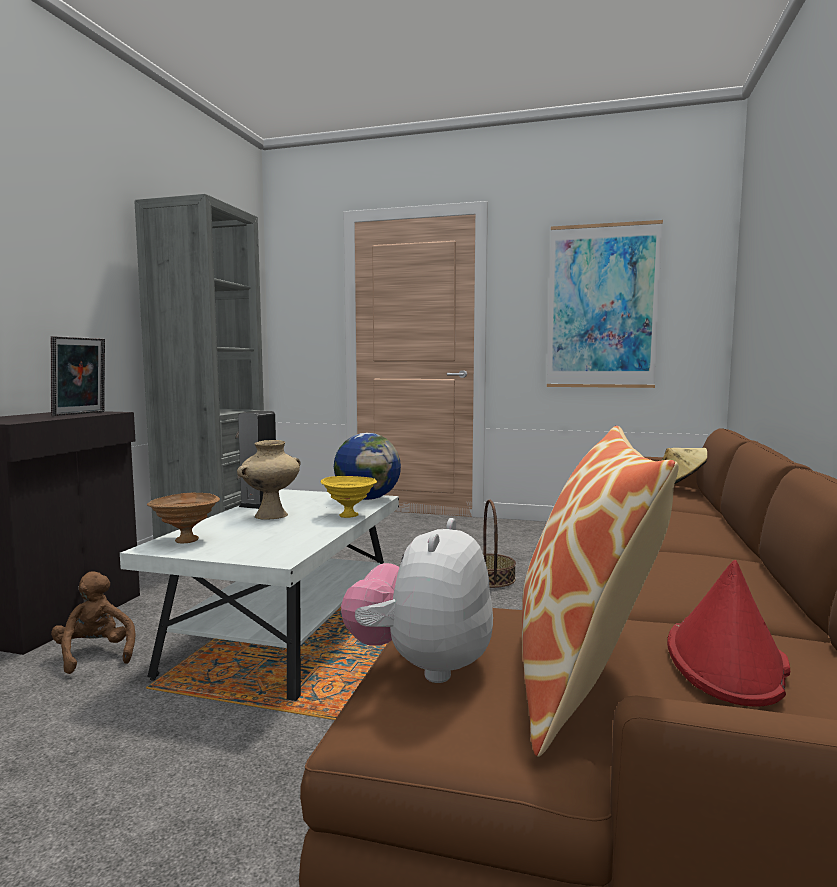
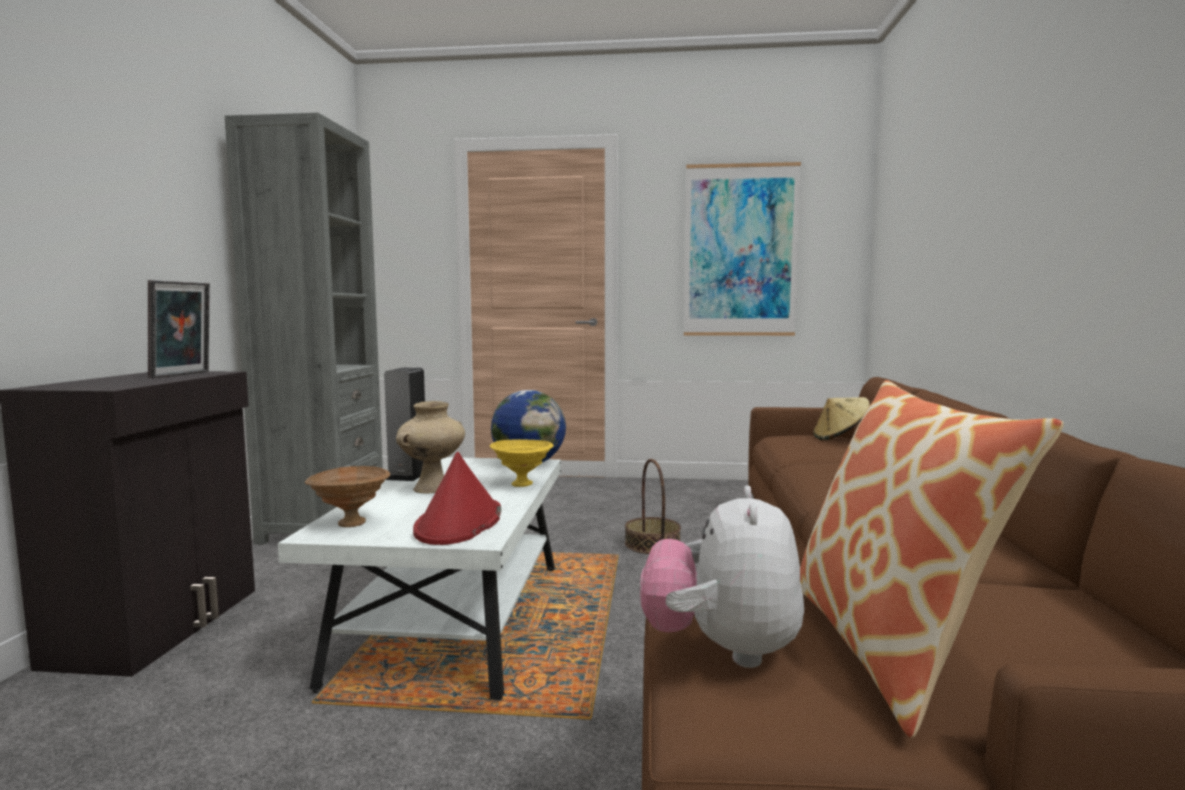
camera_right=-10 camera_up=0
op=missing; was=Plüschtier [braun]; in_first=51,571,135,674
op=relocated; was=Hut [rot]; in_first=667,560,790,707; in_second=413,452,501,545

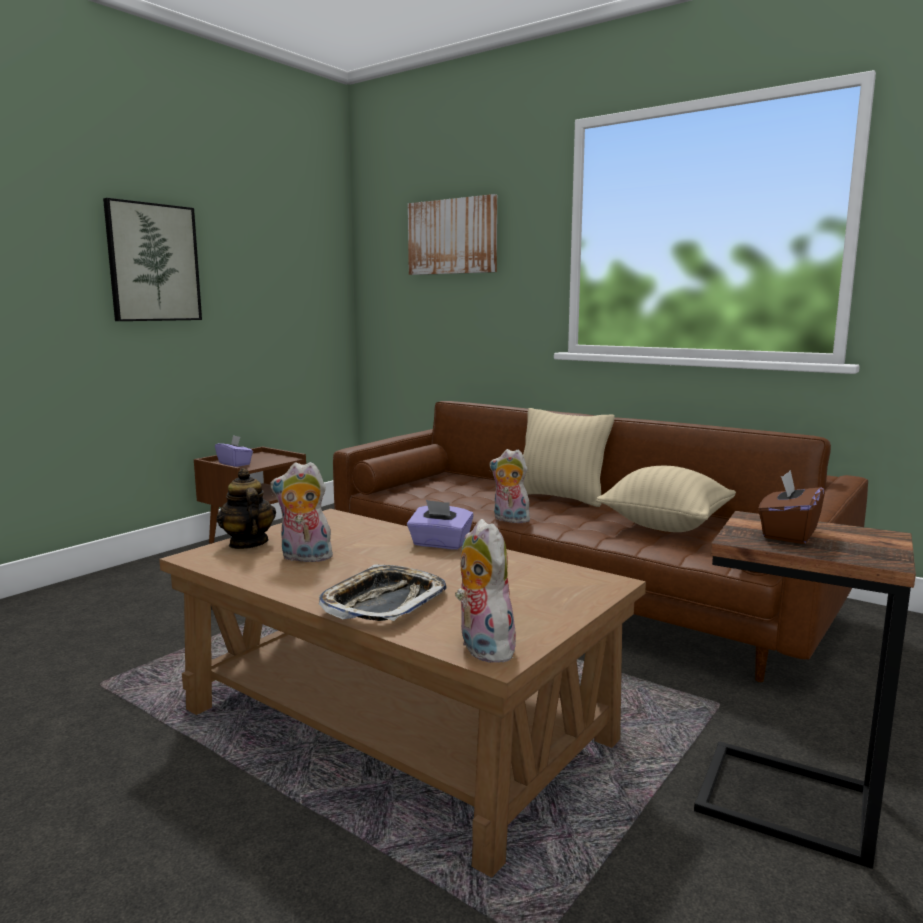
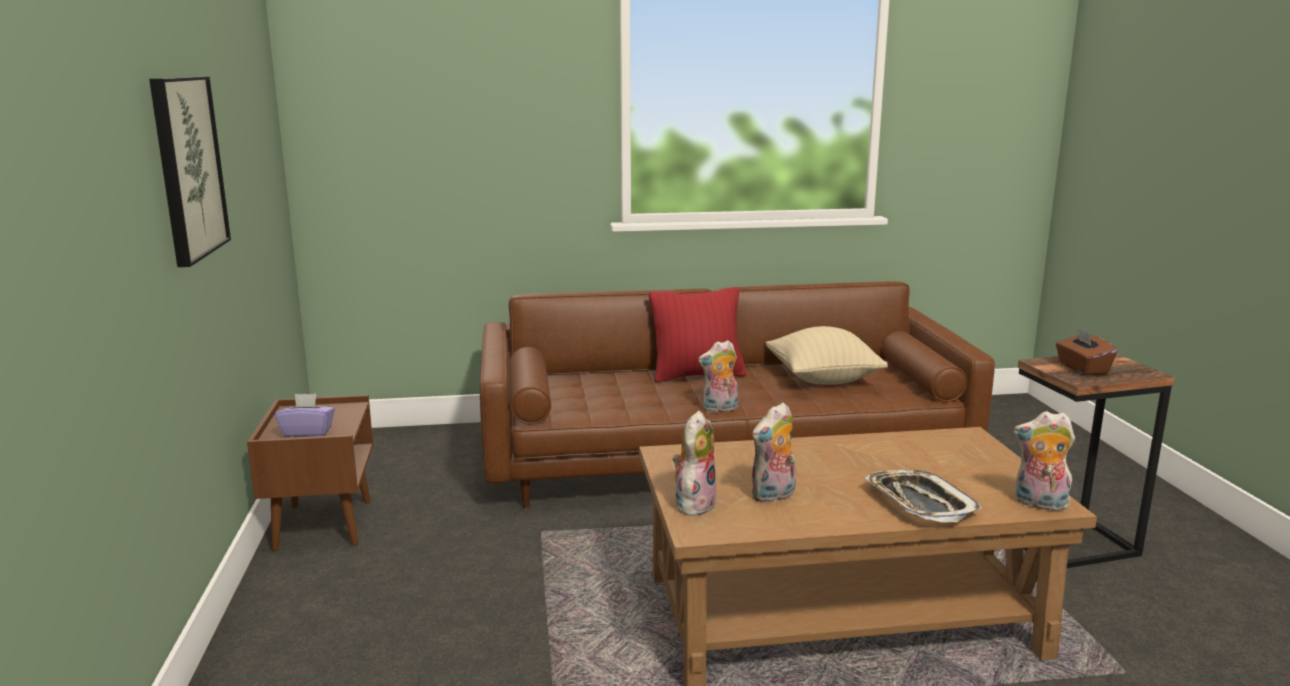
camera_right=-45 camera_up=5
op=missing; was=Taschentuchbox [lila]; in_first=407,500,474,550
op=missing; was=Bild; in_first=408,194,497,275
op=exchanged; was=Teekanne; now=Plüschtier; in_first=216,468,276,549; in_second=673,411,717,516
op=colour; was=Kissen [beige]; now=Kissen [rot]; in_first=523,408,615,507; in_second=649,287,746,382

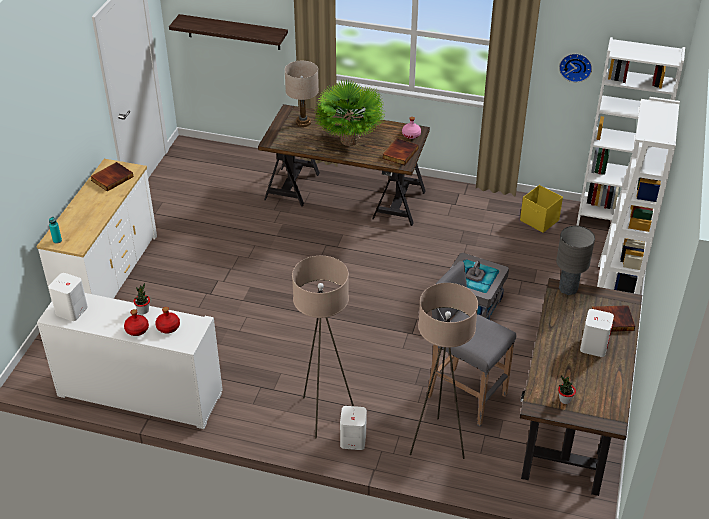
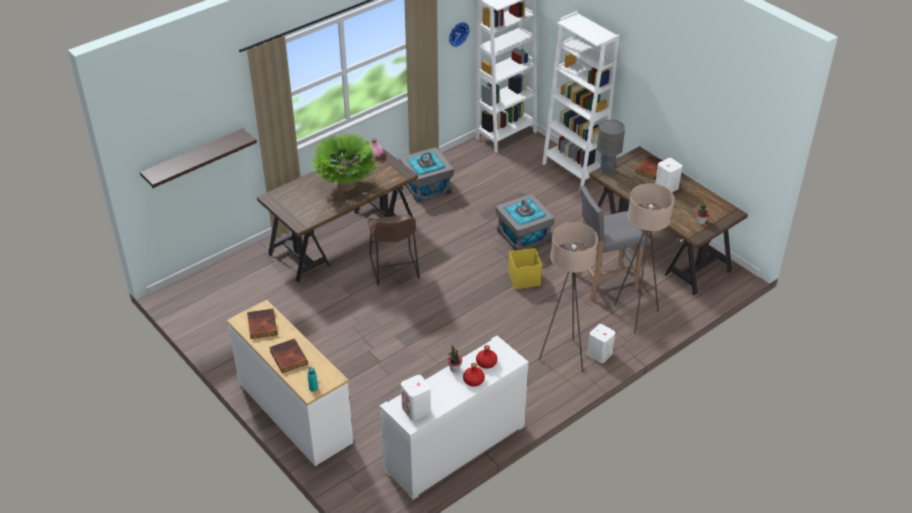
camera_right=-55 camera_up=0
op=missing; was=Tischlampe [beige]; in_first=285,61,319,127
op=appeared; now=Hocker [braun]; in_second=368,214,420,286
op=appeared; now=Aufbewahrungsbox [grau]; in_second=399,147,453,203
op=relocated; was=Buch; in_first=382,138,419,165; in_second=269,338,308,373
op=relocated; was=Aufbewahrungsbox [gelb]; in_first=520,185,563,233; in_second=508,248,542,289

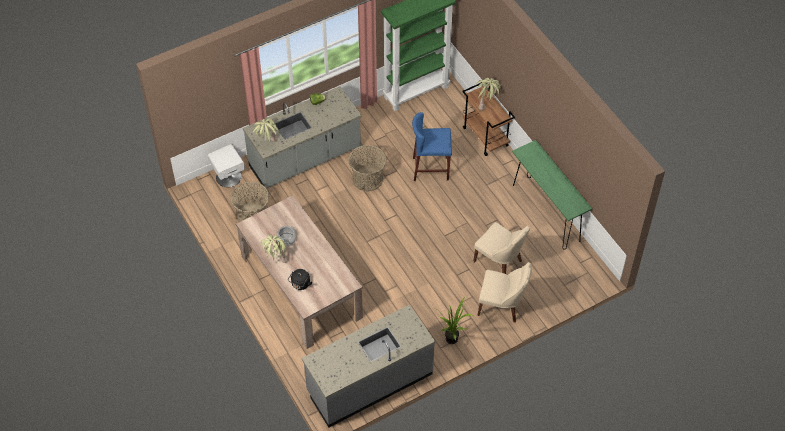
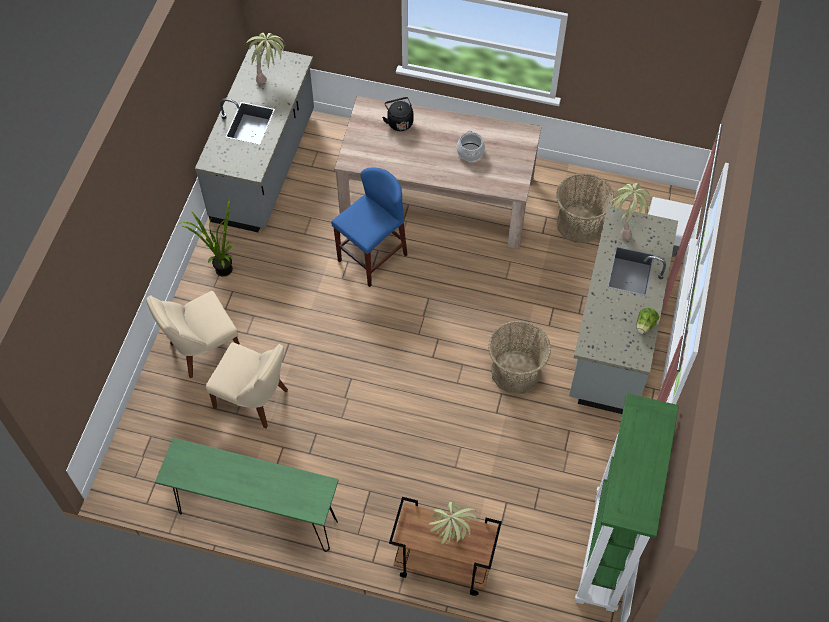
camera_right=135 camera_up=5
op=relocated; was=Topfpflanze; in_first=261,235,289,263; in_second=246,33,285,85
op=relocated; was=Hocker [blau]; in_first=412,112,452,181; in_second=331,168,408,287
op=spun; was=Stuhl [beige]; in_first=473,222,530,274; in_second=206,342,288,429; clockwise=-150

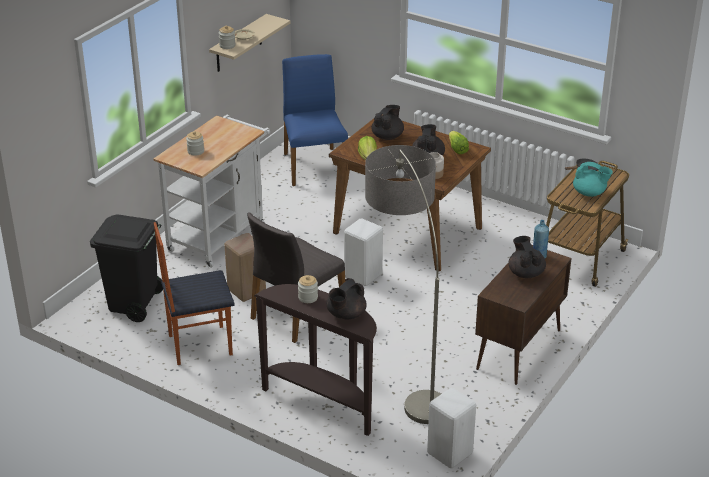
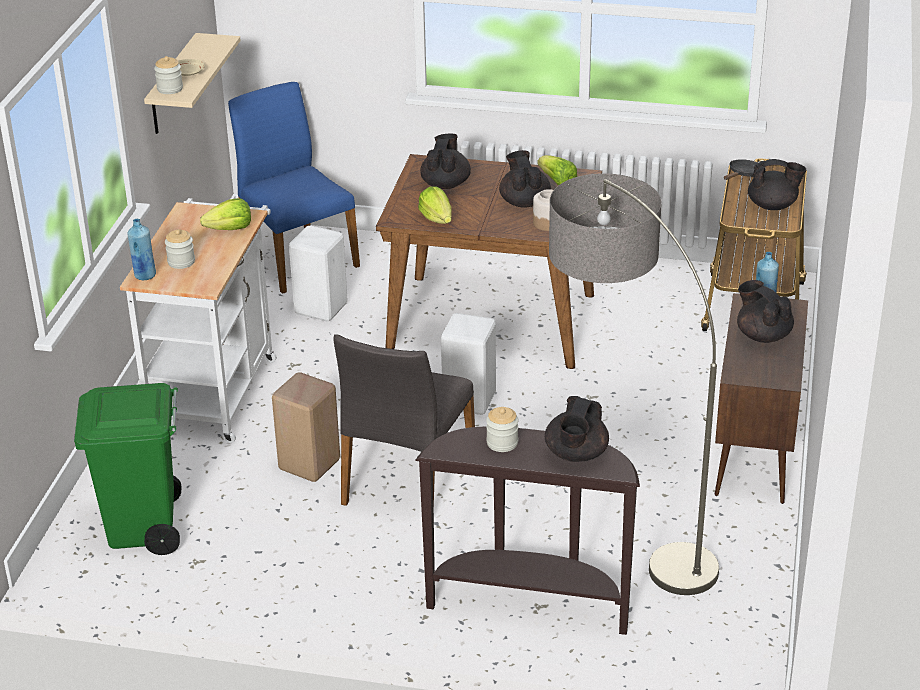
camera_right=-20 camera_up=0
op=missing; was=Stuhl; in_first=154,222,235,365
op=appeared; now=Flasche [blau]; in_second=127,219,156,280
op=appeared; now=Salatkopf; in_second=200,198,251,230
op=relocated; was=Hocker [weiß]; in_first=427,388,476,468; in_second=289,225,348,321
op=colour; was=Mülleimer [schwarz]; now=Mülleimer [grün]; in_first=90,215,163,322; in_second=74,383,181,555
op=colour; was=Teekanne [türkis]; now=Teekanne [schwarz]; in_first=573,162,613,197; in_second=748,159,806,210

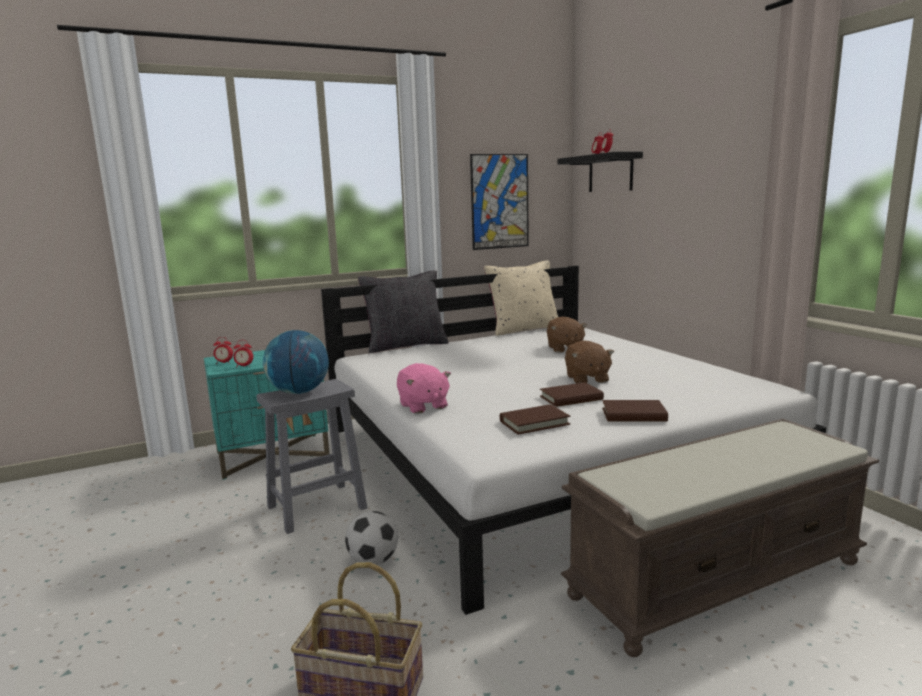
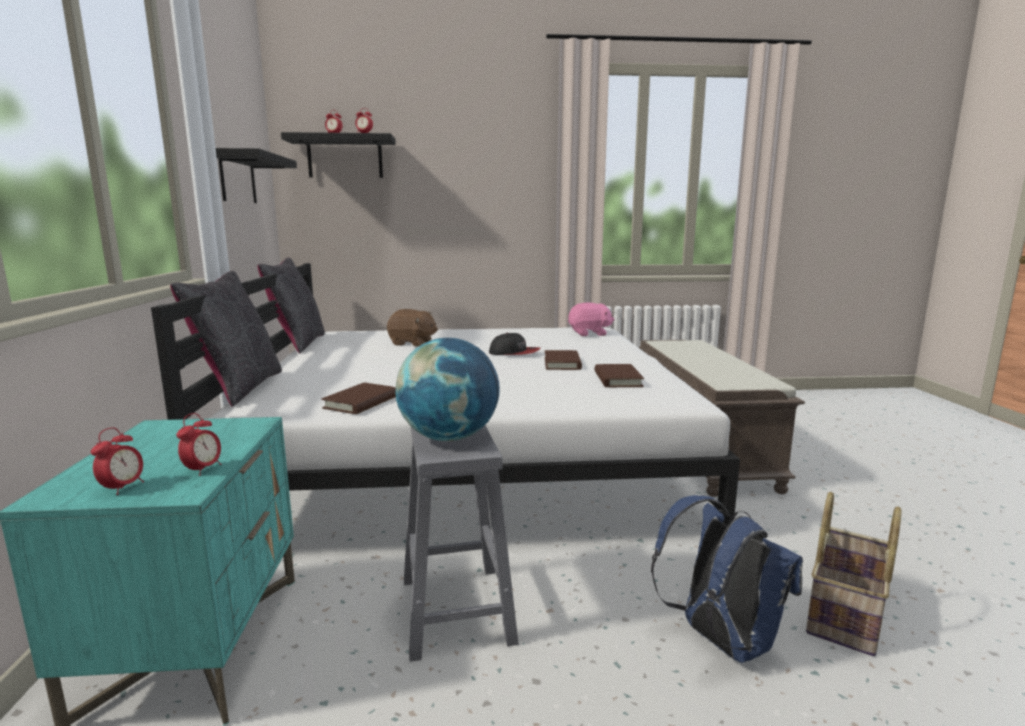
camera_right=-70 camera_up=0
op=missing; was=Fußball; in_first=345,511,398,565
op=appeared; now=Rucksack [blau]; in_second=651,495,803,663
op=relocated; was=Plüschtier [rosa]; in_first=397,363,451,414; in_second=568,302,614,336
op=relocated; was=Buch [braun]; in_first=602,400,668,422; in_second=321,382,396,414
op=exchanged; was=Bild; now=Wandregal [schwarz]; in_first=470,154,529,250; in_second=216,148,297,203
op=exchanged; was=Plüschtier [braun]; now=Kappe; in_first=565,340,614,383; in_second=489,333,541,355
op=colour; was=Kissen [beige]; now=Kissen [schwarz]; in_first=484,261,558,336; in_second=258,258,325,353

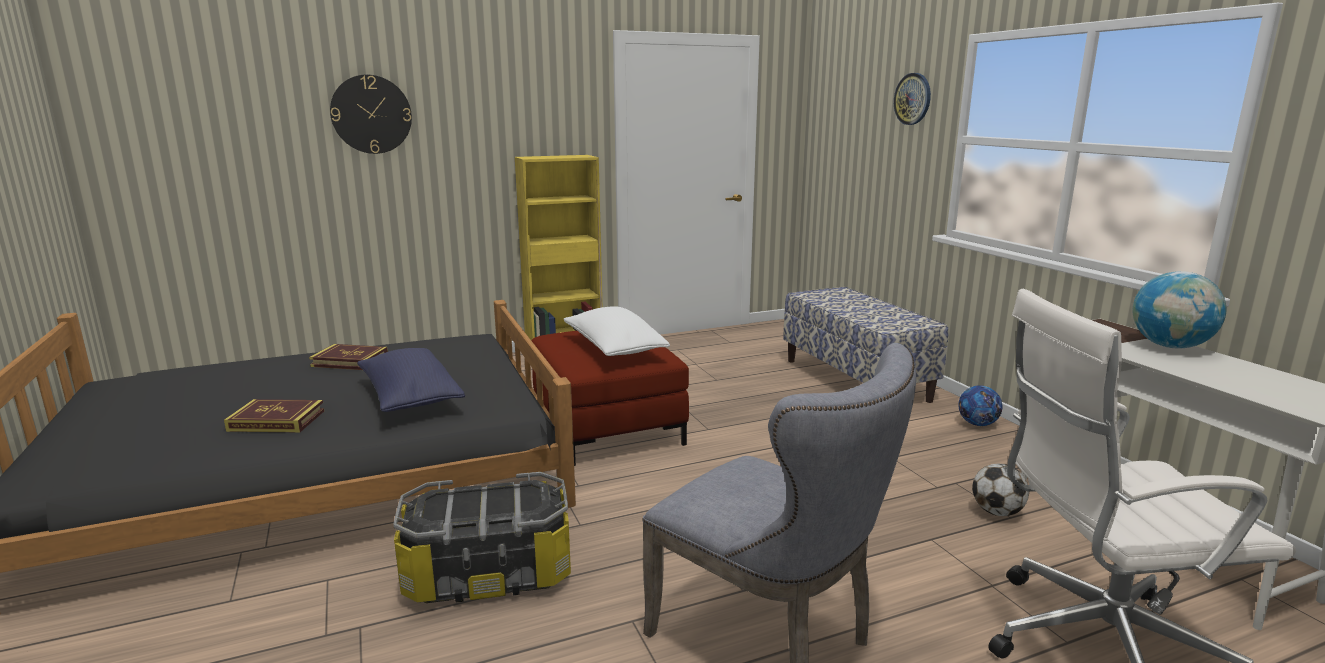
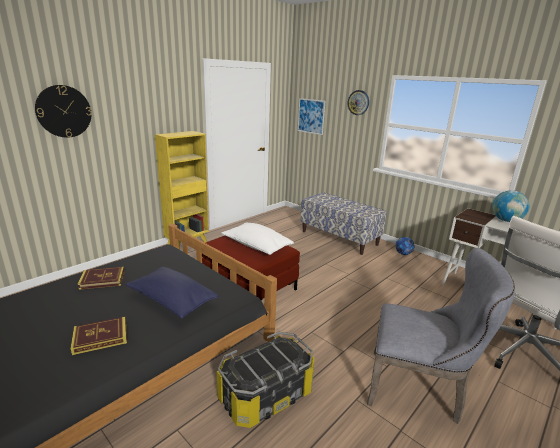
camera_right=-25 camera_up=5
op=missing; was=Fußball; in_first=972,464,1029,516
op=appeared; now=Bild; in_second=298,98,325,135

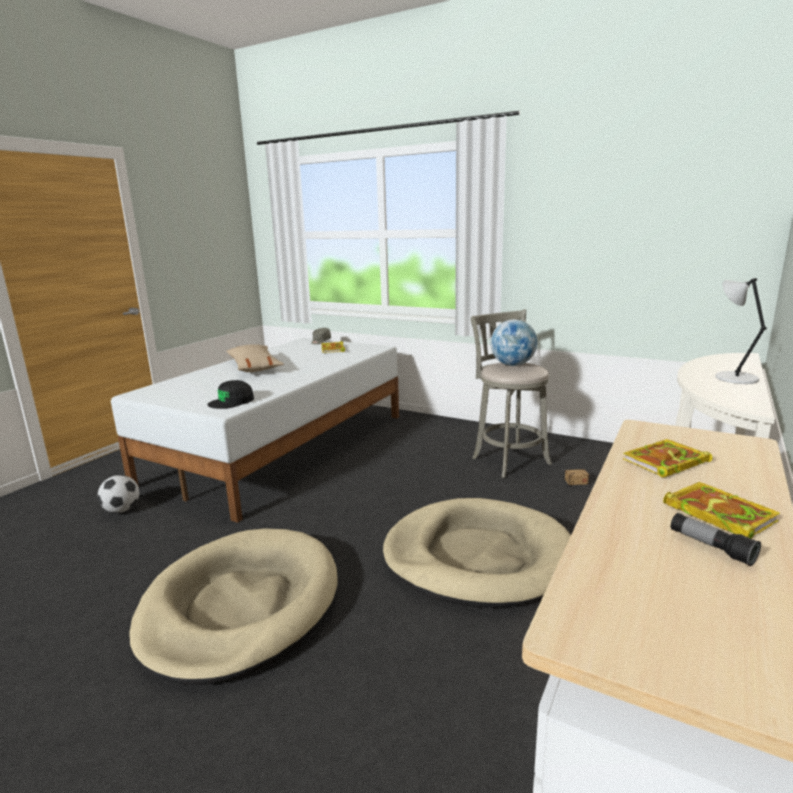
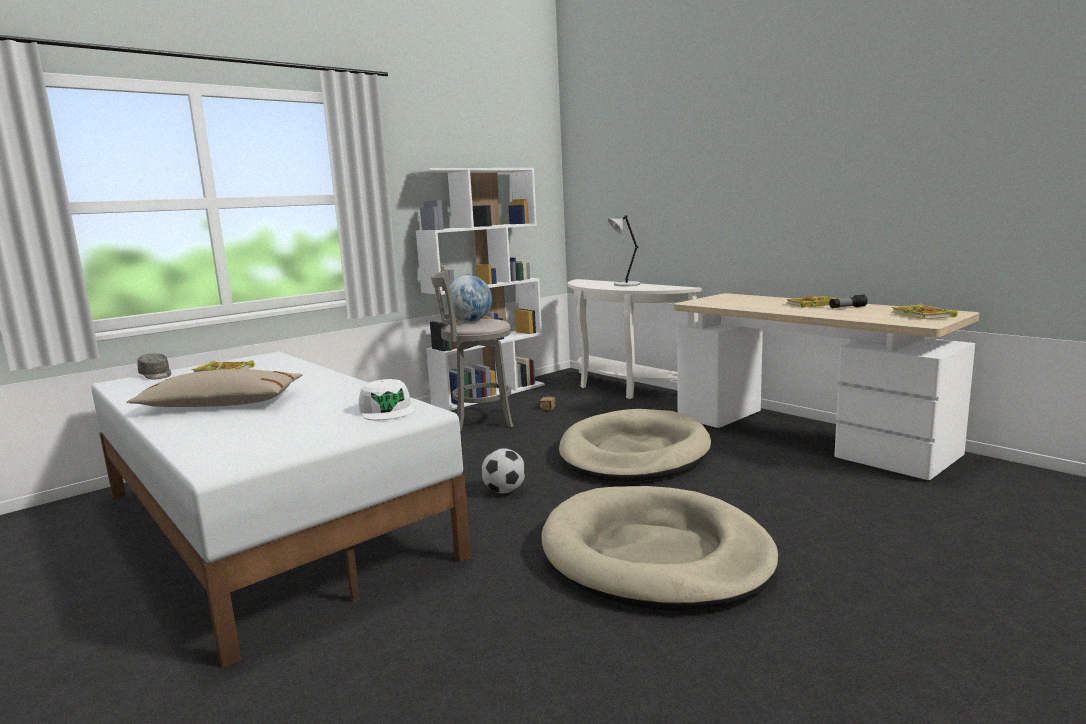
camera_right=-70 camera_up=-5
op=appeared; now=Bücherregal [weiß]; in_second=410,168,545,411
op=relocated; was=Fußball; in_first=98,475,139,513; in_second=481,448,526,493
op=relocated; was=Buch; in_first=623,439,713,478; in_second=892,304,958,319
op=colour; was=Kappe [schwarz]; now=Kappe [weiß]; in_first=207,380,254,409; in_second=358,379,415,420

